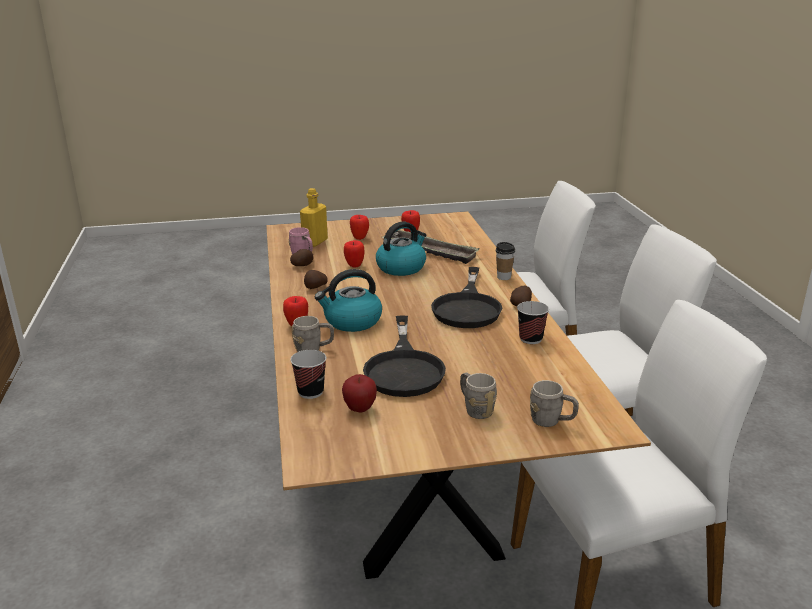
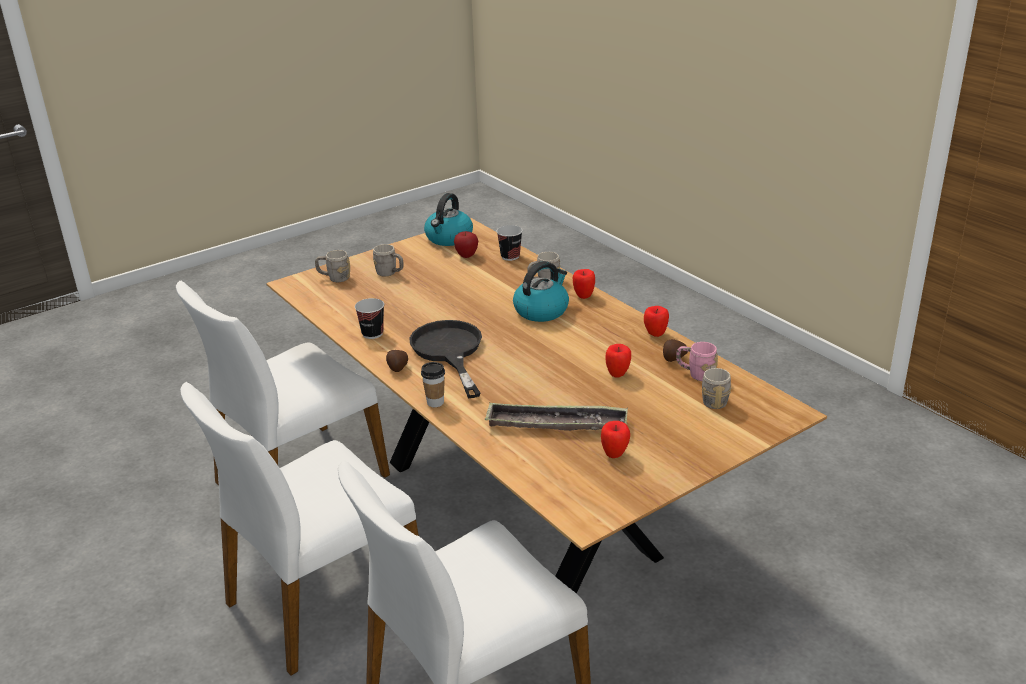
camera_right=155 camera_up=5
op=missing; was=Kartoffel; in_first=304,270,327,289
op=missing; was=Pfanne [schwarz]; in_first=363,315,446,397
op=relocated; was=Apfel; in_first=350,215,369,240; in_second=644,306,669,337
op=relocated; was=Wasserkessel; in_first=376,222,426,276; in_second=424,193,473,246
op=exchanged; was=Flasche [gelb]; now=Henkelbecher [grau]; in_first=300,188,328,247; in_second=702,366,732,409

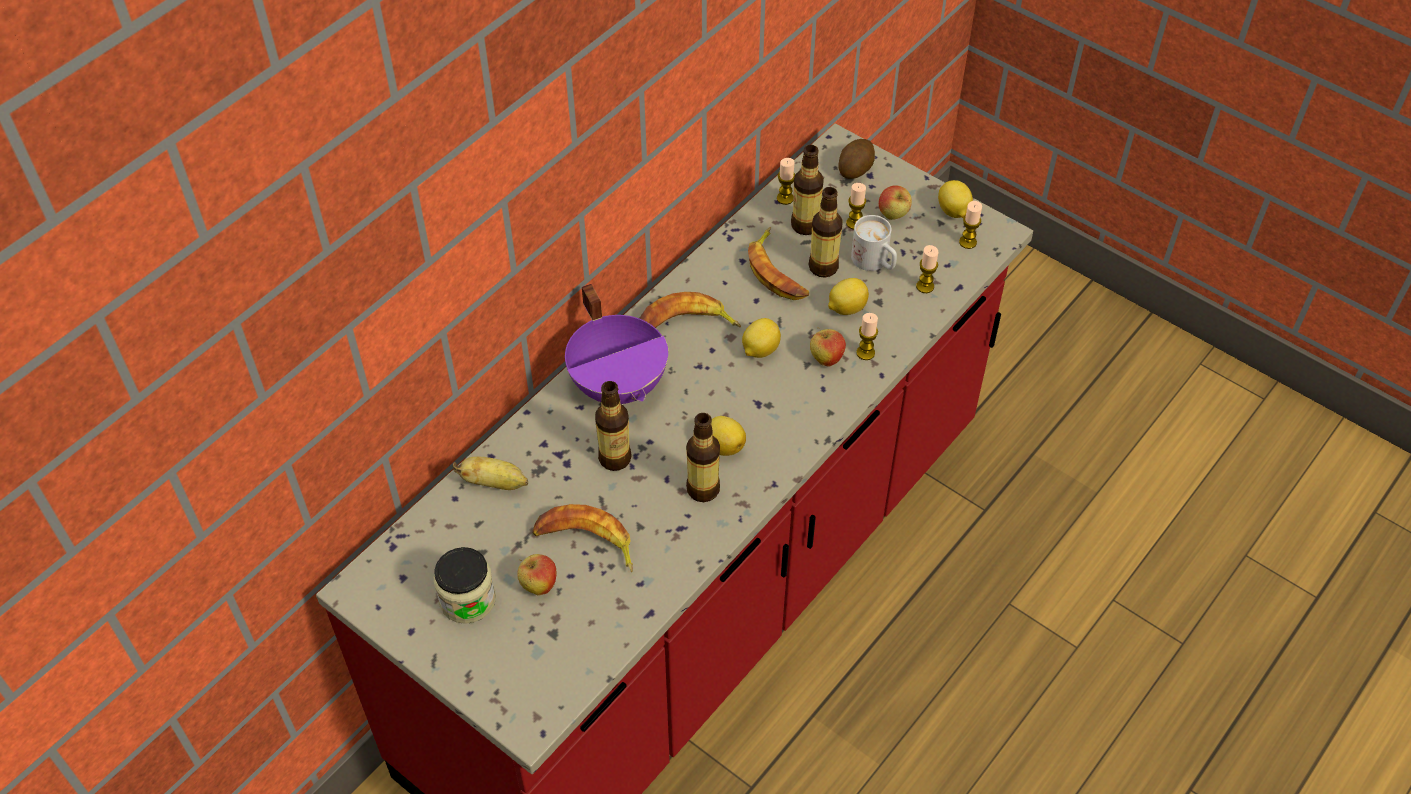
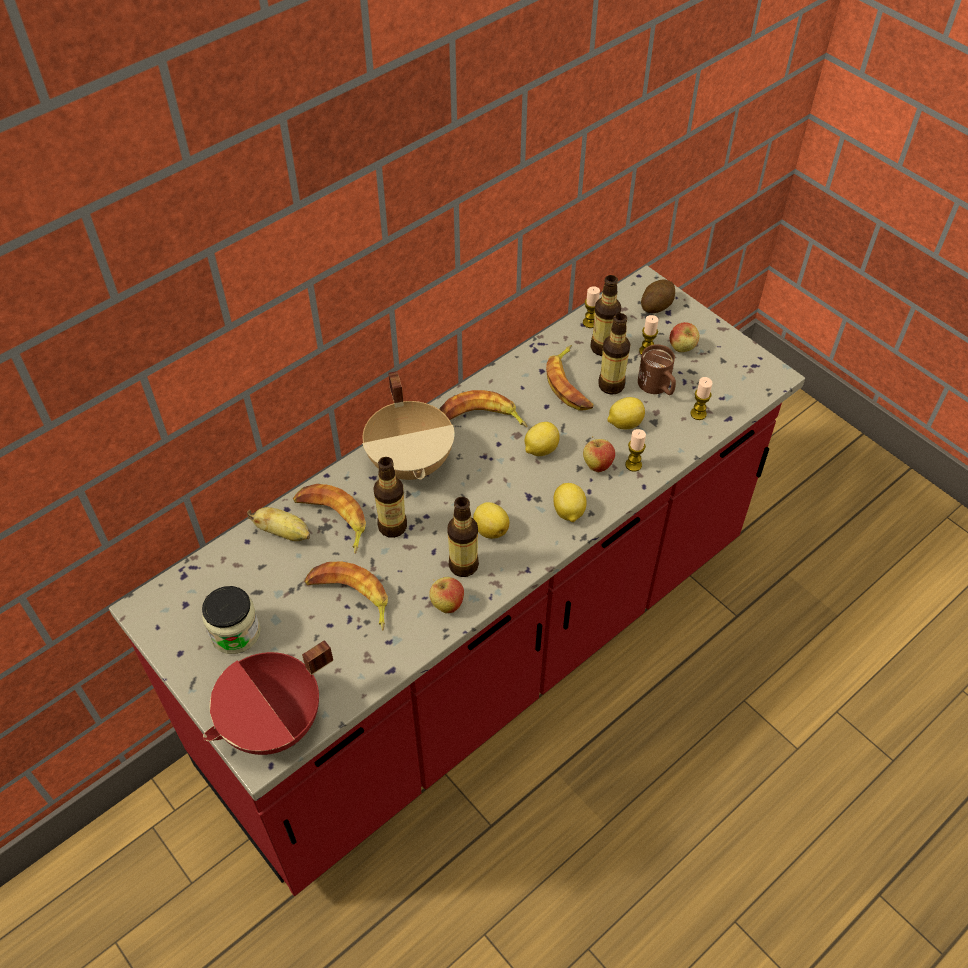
camera_right=10 camera_up=0
op=missing; was=Kerze; in_first=959,201,982,249
op=appeared; now=Kochtopf [rot]; in_second=203,640,333,755
op=appeared; now=Banane; in_second=293,484,366,554
op=relocated; was=Apfel; in_first=517,554,557,596; in_second=429,577,464,614
op=relocated; was=Zitrone; in_first=938,180,973,218; in_second=553,483,587,522
op=colour; was=Kochtopf [lila]; now=Kochtopf [beige]; in_first=565,284,668,404; in_second=362,371,454,480
op=colour; was=Henkelbecher [weiß]; now=Henkelbecher [braun]; in_first=851,215,897,271; in_second=638,344,676,395

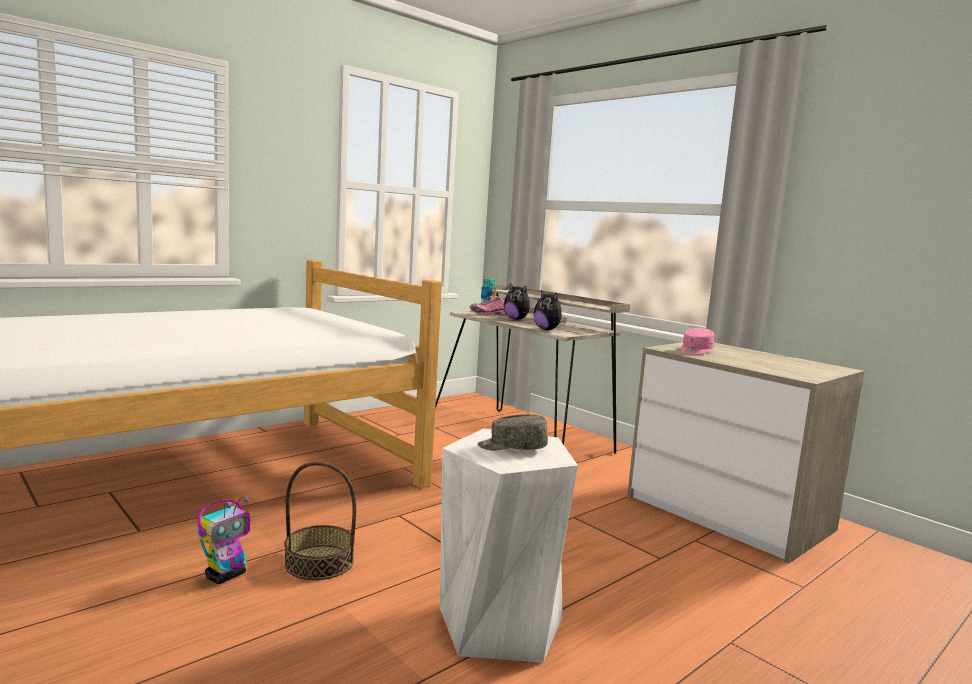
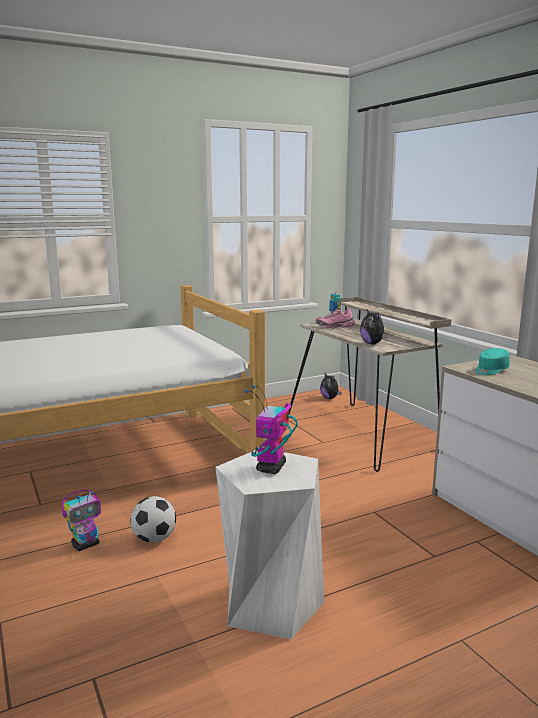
camera_right=15 camera_up=5
op=relocated; was=Plüschtier; in_first=504,283,535,320; in_second=320,372,342,399
op=exchanged; was=Korb; now=Fußball; in_first=284,461,356,580; in_second=131,496,176,543
op=exchanged; was=Kappe [grau]; now=Spielzeugroboter; in_first=478,414,548,451; in_second=244,385,298,474
op=colour; was=Kappe [rosa]; now=Kappe [türkis]; in_first=681,328,714,355; in_second=475,348,510,375

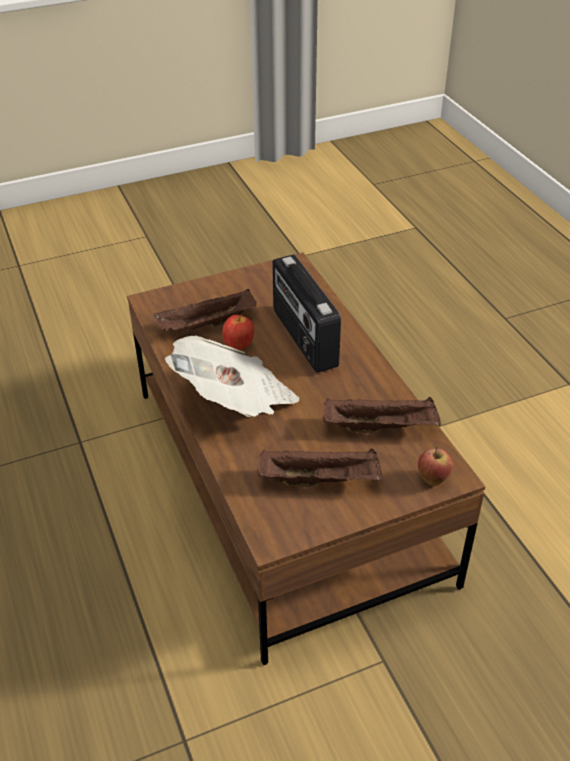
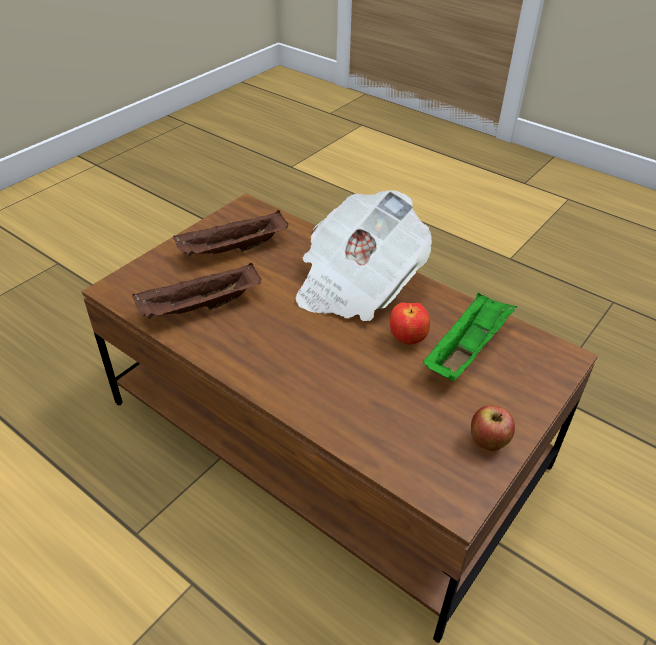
camera_right=150 camera_up=0
op=missing; was=Radio; in_first=272,255,341,373
op=relocated; was=Apfel; in_first=418,447,453,486; in_second=471,405,515,451
op=colour; was=Tablett [braun]; now=Tablett [grün]; in_first=153,289,257,333; in_second=423,293,517,381

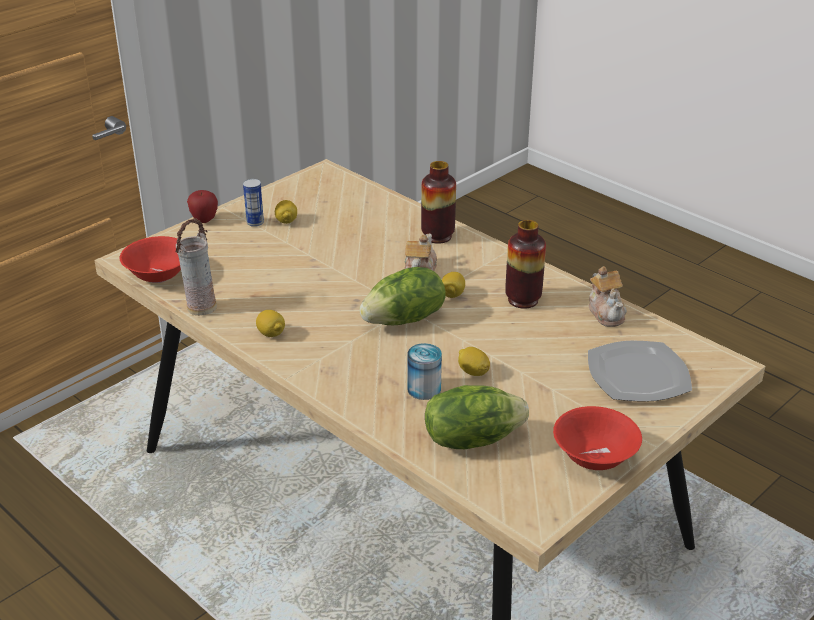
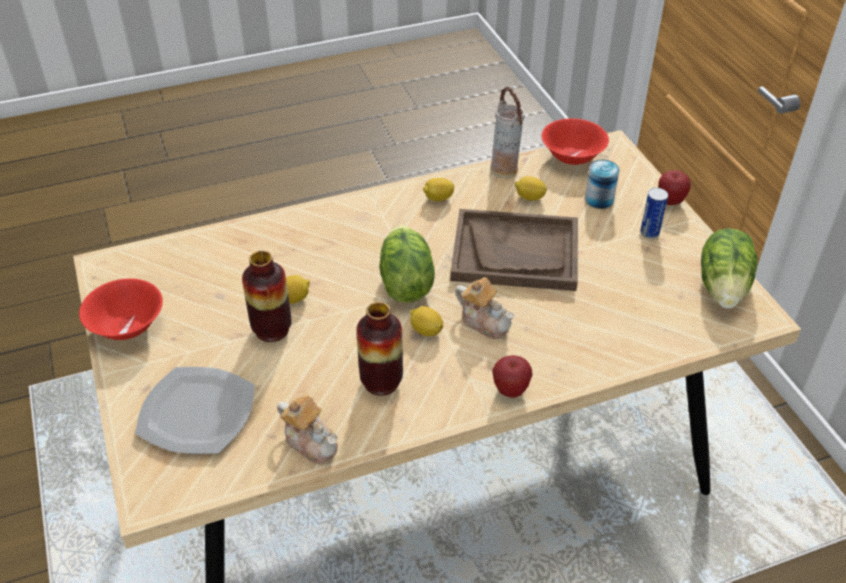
camera_right=115 camera_up=10
op=appeared; now=Tablett [braun]; in_second=450,209,578,291
op=appeared; now=Apfel; in_second=492,355,533,397
op=relocated; was=Zitrone; in_first=275,200,297,224; in_second=515,176,547,201
op=relocated; was=Dose; in_first=407,343,442,400; in_second=585,160,619,209
op=relocated; was=Vase; in_first=421,161,456,244; in_second=242,251,292,342
op=relocated; was=Salatkopf; in_first=425,385,529,449; in_second=701,228,758,309
op=spun; was=Teekanne; in_first=589,266,627,327; in_second=277,395,338,464; clockwise=-150

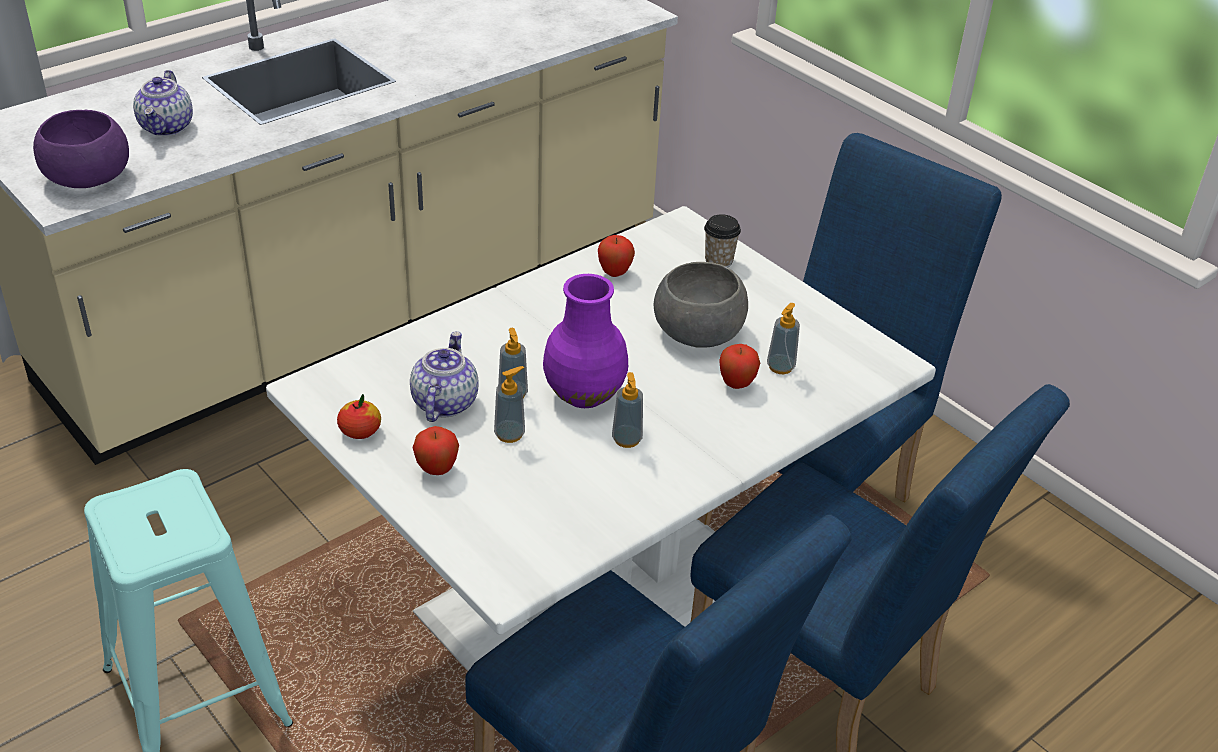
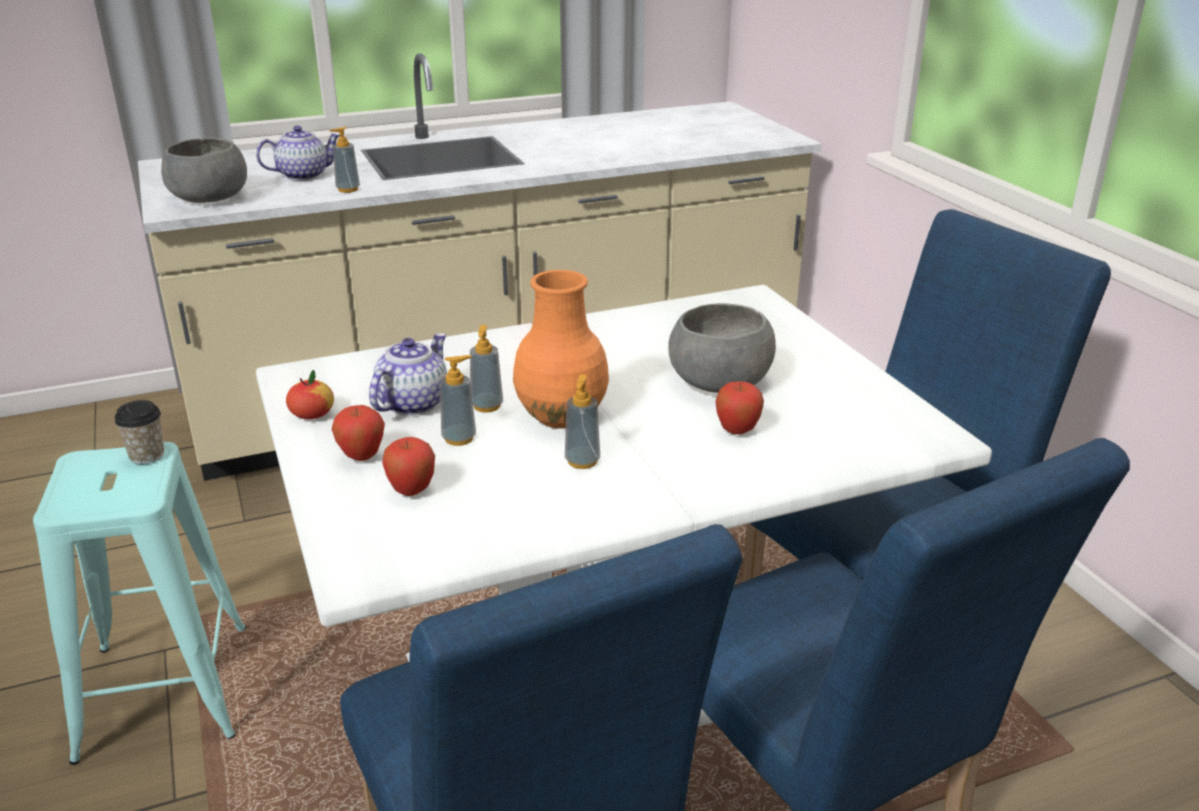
camera_right=20 camera_up=-10
op=relocated; was=Apfel; in_first=598,235,635,277; in_second=382,437,435,496
op=relocated; was=Tasse; in_first=704,214,741,267; in_second=115,400,164,464
op=relocated; was=Seifenspender; in_first=767,303,800,374; in_second=329,127,360,193
op=colour; was=Schüssel [lila]; now=Schüssel [grau]; in_first=33,110,129,188; in_second=161,138,247,203
op=colour; was=Vase [lila]; now=Vase [orange]; in_first=543,274,628,408; in_second=513,270,609,429
op=spun; was=Teekanne; in_first=133,70,193,136; in_second=256,126,340,181; clockwise=-135

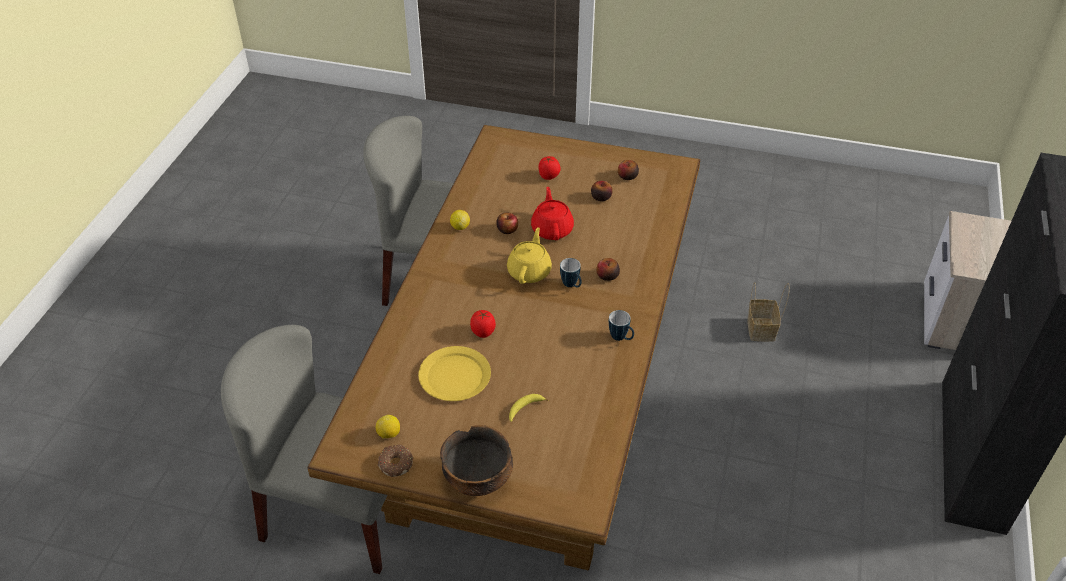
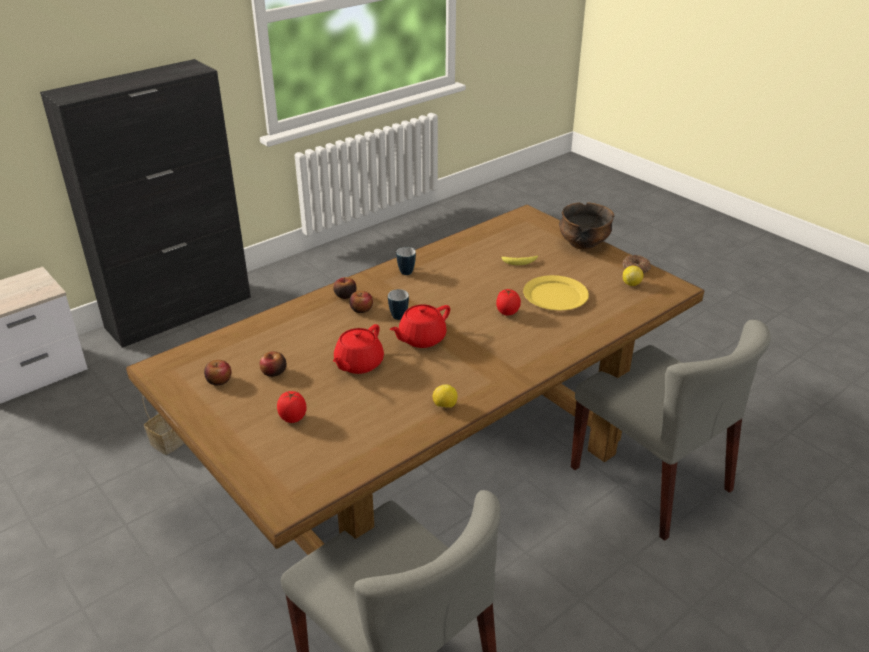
camera_right=-145 camera_up=-10
op=relocated; was=Apfel; in_first=496,213,518,234; in_second=333,277,357,299
op=colour; was=Teekanne [gelb]; now=Teekanne [rot]; in_first=507,227,552,284; in_second=390,304,450,348

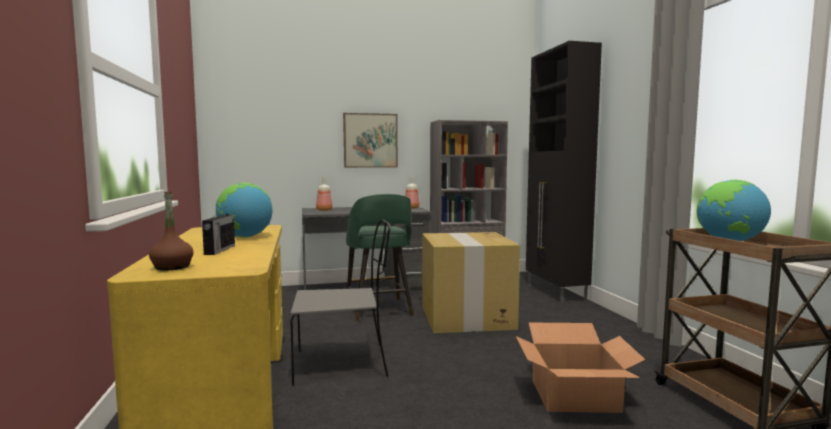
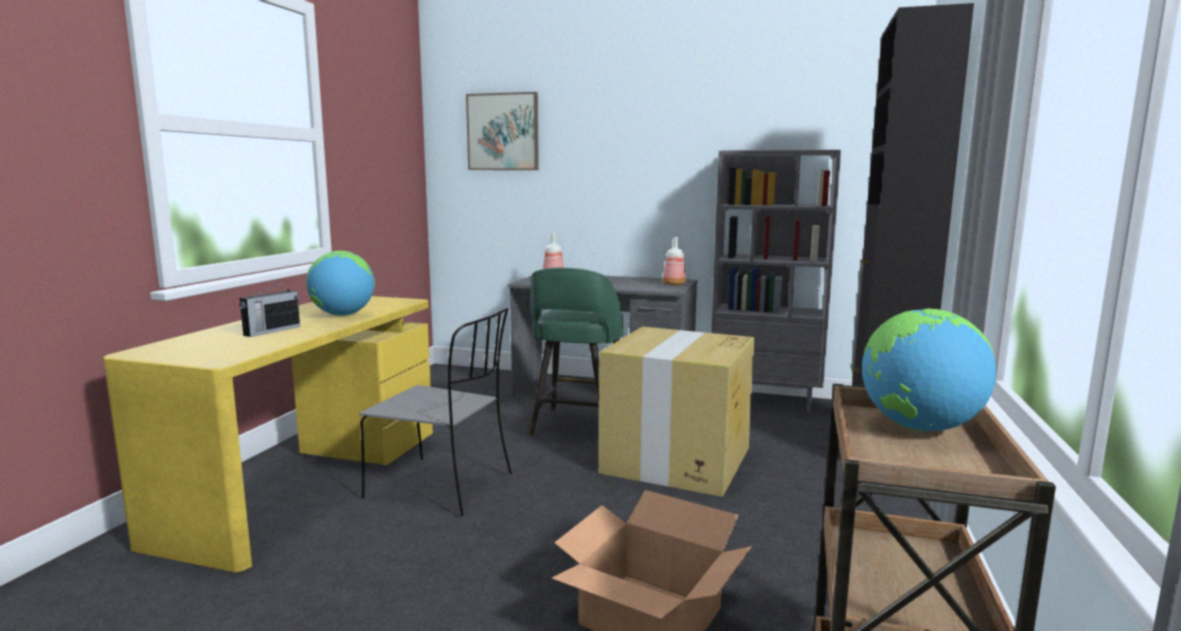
camera_right=30 camera_up=5
op=missing; was=Flasche [braun]; in_first=149,192,194,270
op=relocated; was=Bild; in_first=343,113,398,168; in_second=466,92,539,170

